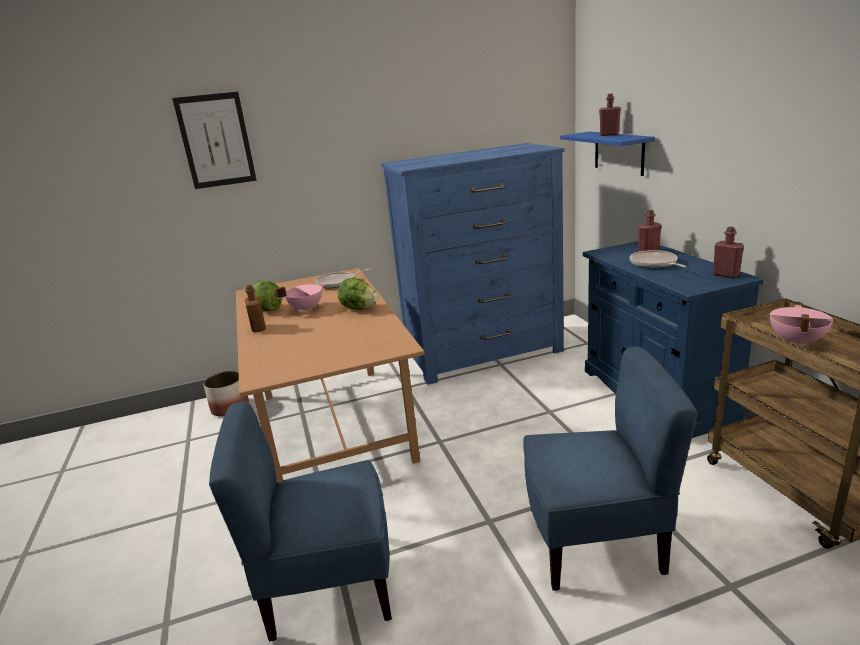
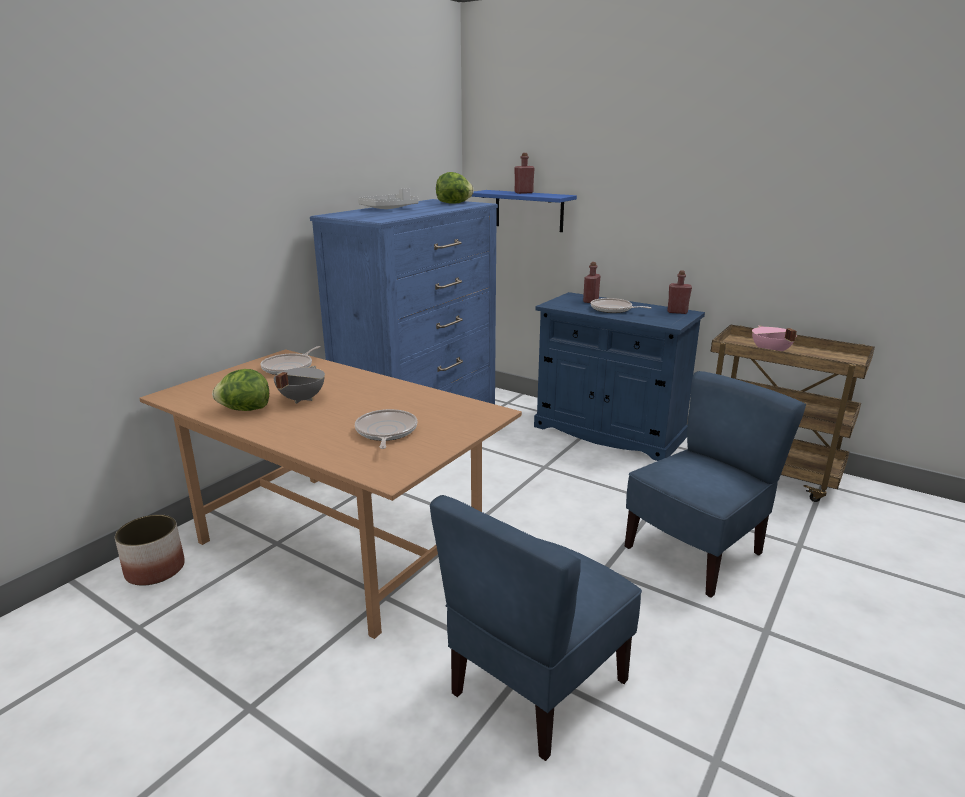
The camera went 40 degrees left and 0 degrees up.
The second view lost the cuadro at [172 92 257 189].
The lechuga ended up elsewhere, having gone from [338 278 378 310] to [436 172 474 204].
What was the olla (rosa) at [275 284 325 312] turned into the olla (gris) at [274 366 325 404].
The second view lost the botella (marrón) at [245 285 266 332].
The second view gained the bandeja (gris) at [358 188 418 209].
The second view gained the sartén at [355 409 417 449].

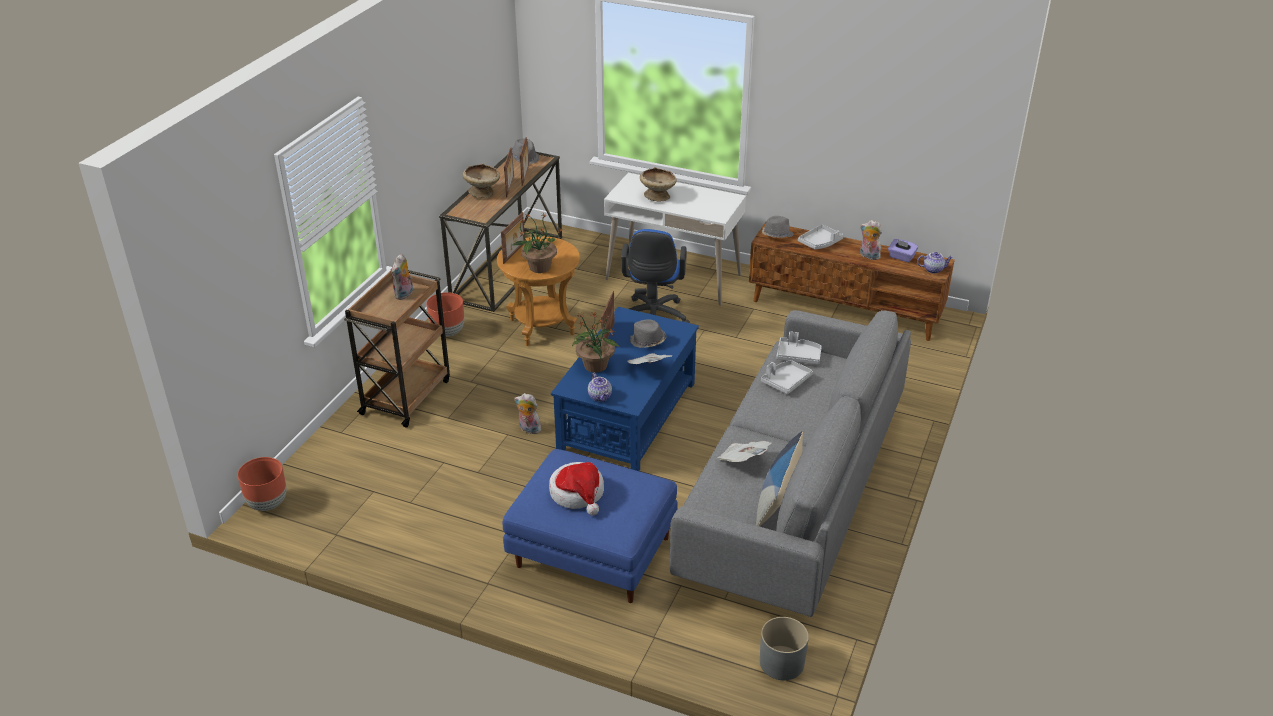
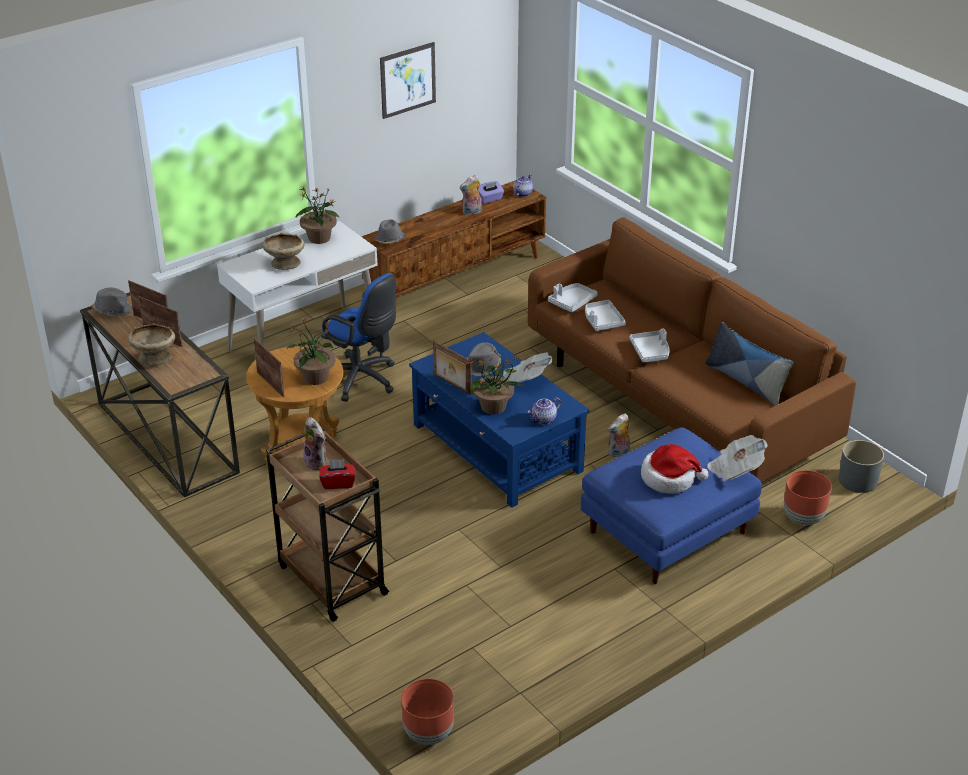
The camera went 60 degrees left and 0 degrees up.
The bandeja (gris) ended up elsewhere, having gone from [798 224 844 249] to [630 329 670 363].
The maceta (marrón) ended up elsewhere, having gone from [426 292 464 337] to [784 470 832 525].
What was the sofá (gris) at [670 310 911 617] turned into the sofá (marrón) at [528 217 856 483].
The tetera at [588 373 612 402] ended up facing another way, 135 degrees clockwise from before.
The peluche ended up elsewhere, having gone from [514 393 541 434] to [608 413 630 457].
The periódico ended up elsewhere, having gone from [717 441 772 462] to [707 435 768 482].
The second view gained the cuadro at [380 42 436 119].
The second view gained the planta en maceta at [296 186 340 244].
The second view gained the caja de pañuelos (rojo) at [319 459 355 489].

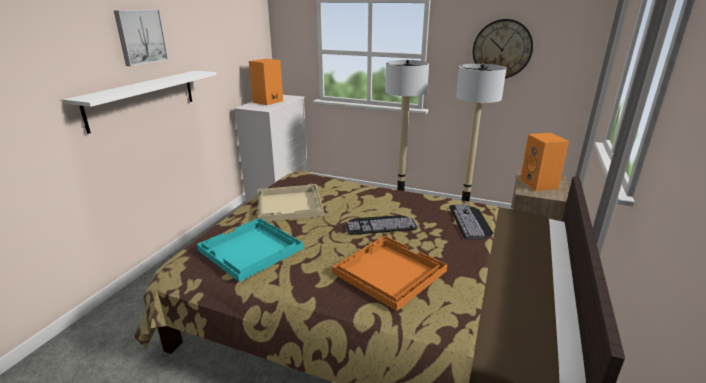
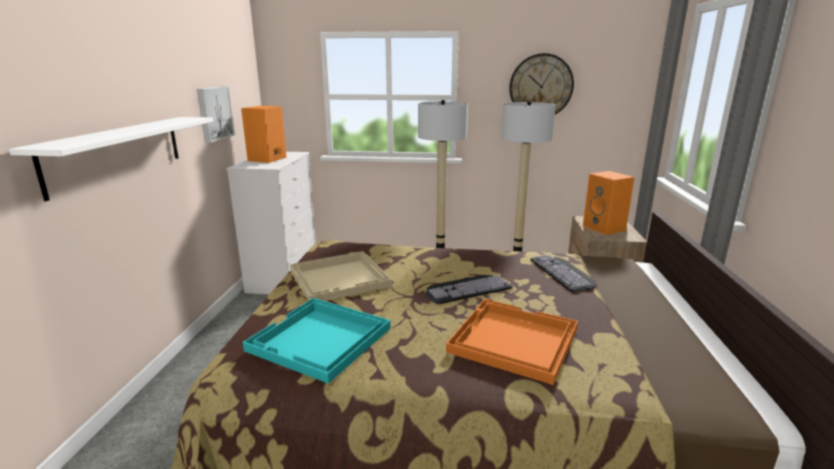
The camera went 15 degrees left and 5 degrees down.
The cuadro ended up elsewhere, having gone from [114 9 168 66] to [197 86 235 143].

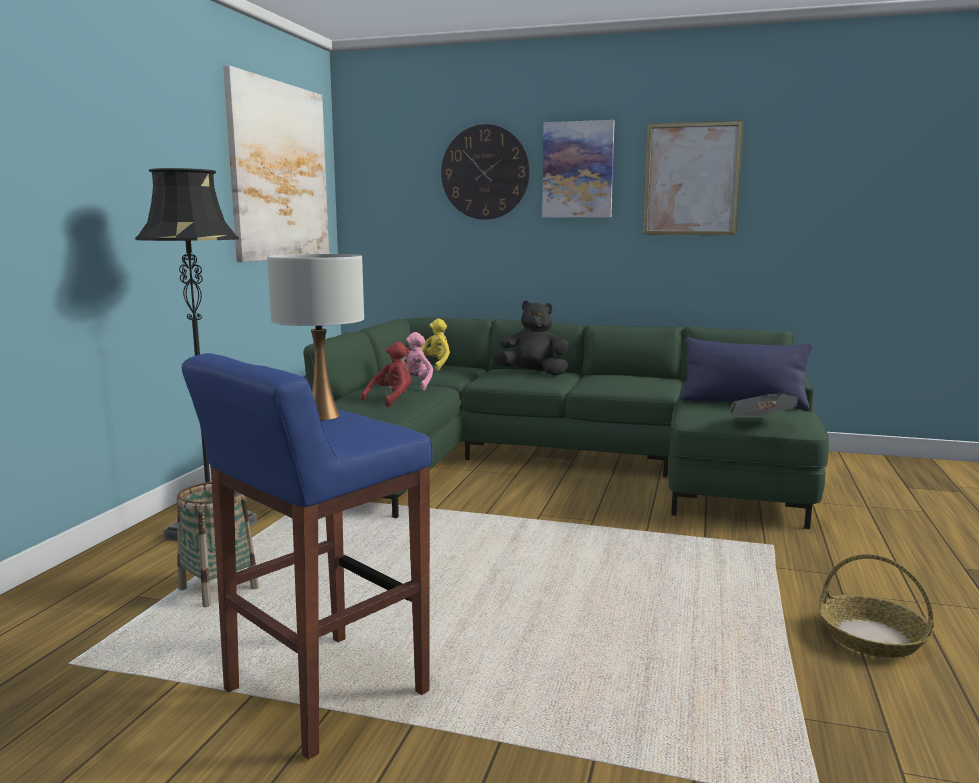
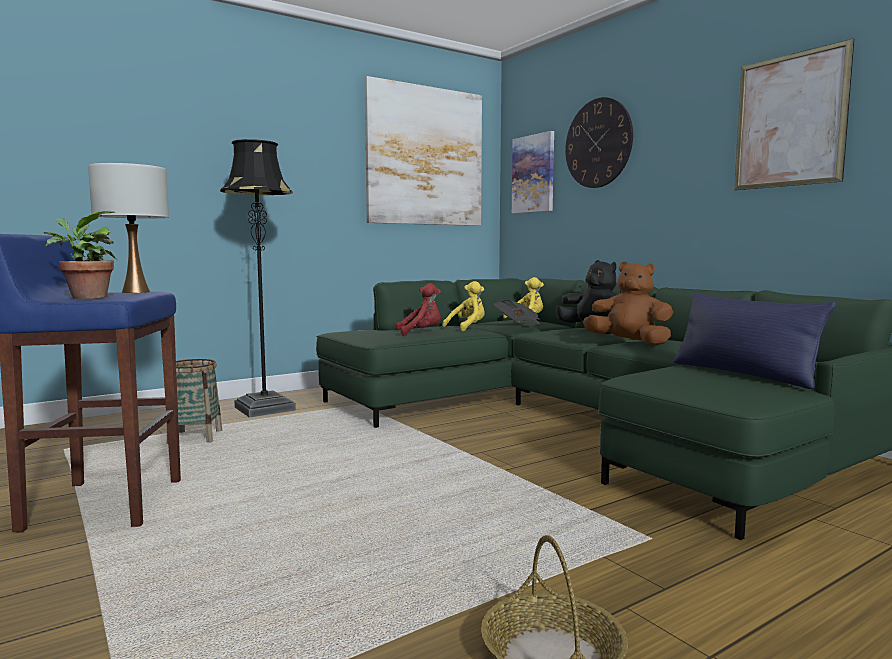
The camera went 40 degrees right and 5 degrees down.
The cuadro ended up elsewhere, having gone from [542 120 615 218] to [512 131 554 214].
What was the peluche (rosa) at [389 332 433 391] turned into the peluche (amarillo) at [442 281 485 331].
The periódico ended up elsewhere, having gone from [730 393 798 416] to [493 300 540 324].
The second view gained the planta en maceta at [44 211 117 299].
The second view gained the peluche (marrón) at [583 261 673 345].

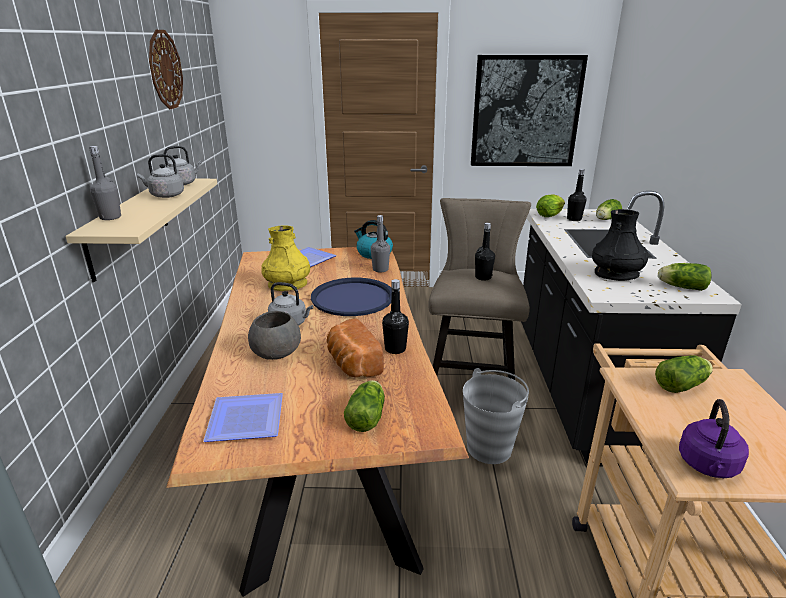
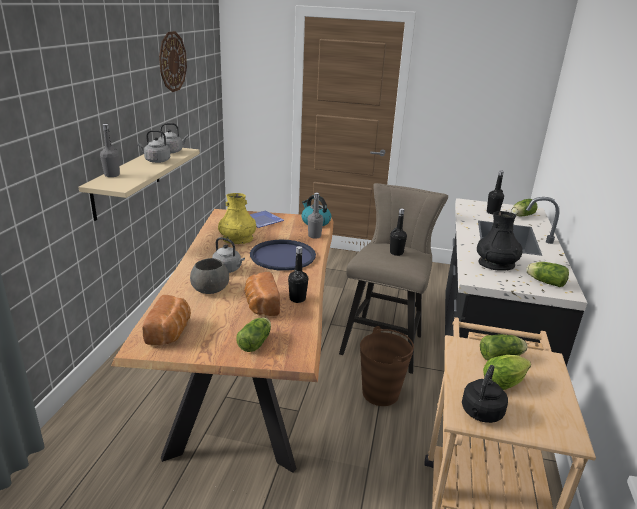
The camera went 10 degrees right and 0 degrees up.
The second view lost the cuadro at [471 55 588 166].
The lechuga ended up elsewhere, having gone from [536 194 565 217] to [483 355 531 390].
What was the cubo (gris) at [463 368 529 464] turned into the cubo (marrón) at [360 326 414 406].
Where the plato stood at [203 393 283 442], the pan came to stand at [143 295 191 345].
What was the hervidor (morado) at [679 399 749 478] turned into the hervidor (negro) at [462 365 508 423].

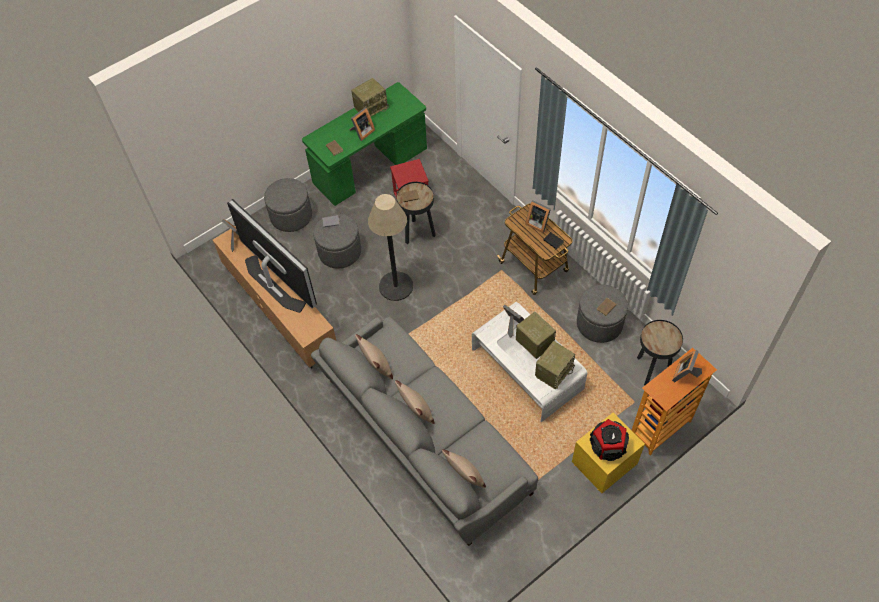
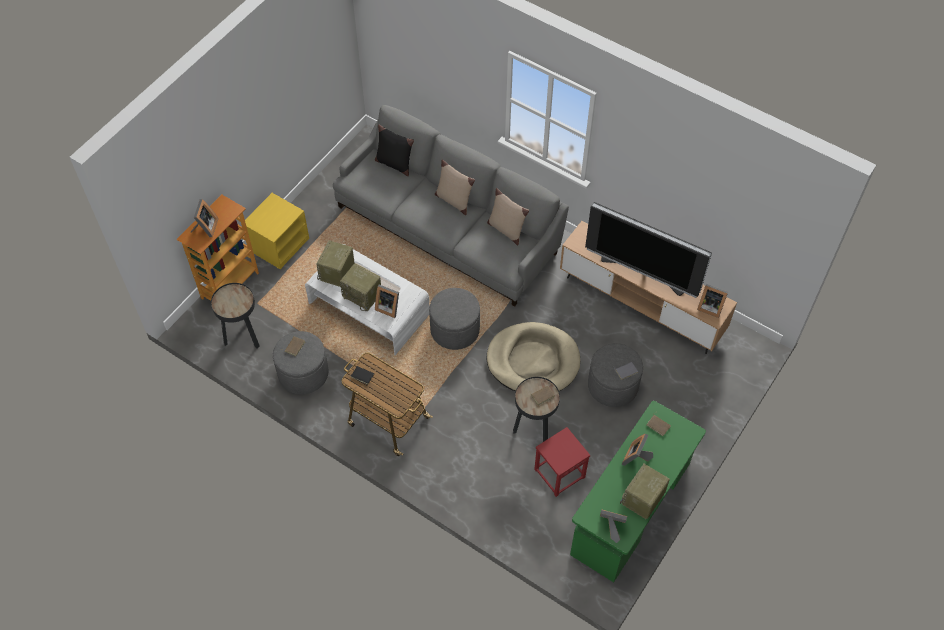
The camera went 160 degrees right and 0 degrees up.
The puf (gris) ended up elsewhere, having gone from [264 178 312 232] to [429 288 480 350].
Where the lámpara de pie stood at [368 194 413 301], the cama para perro (beis) came to stand at [487 322 580 392].
The portarretratos ended up elsewhere, having gone from [525 200 551 233] to [600 509 627 543].
The second view lost the altavoz at [590 419 629 461].
What was the cojín (beis) at [442 449 486 488] turned into the cojín (negro) at [375 125 414 176].

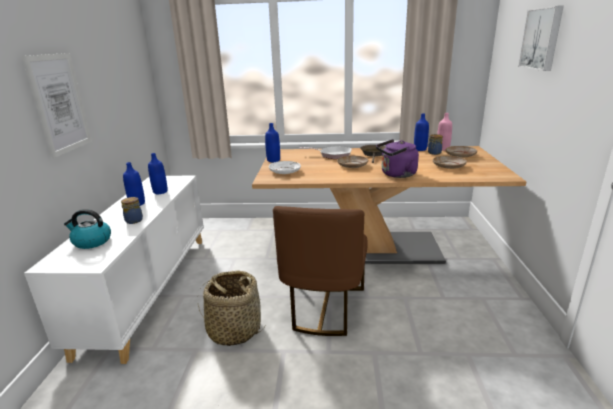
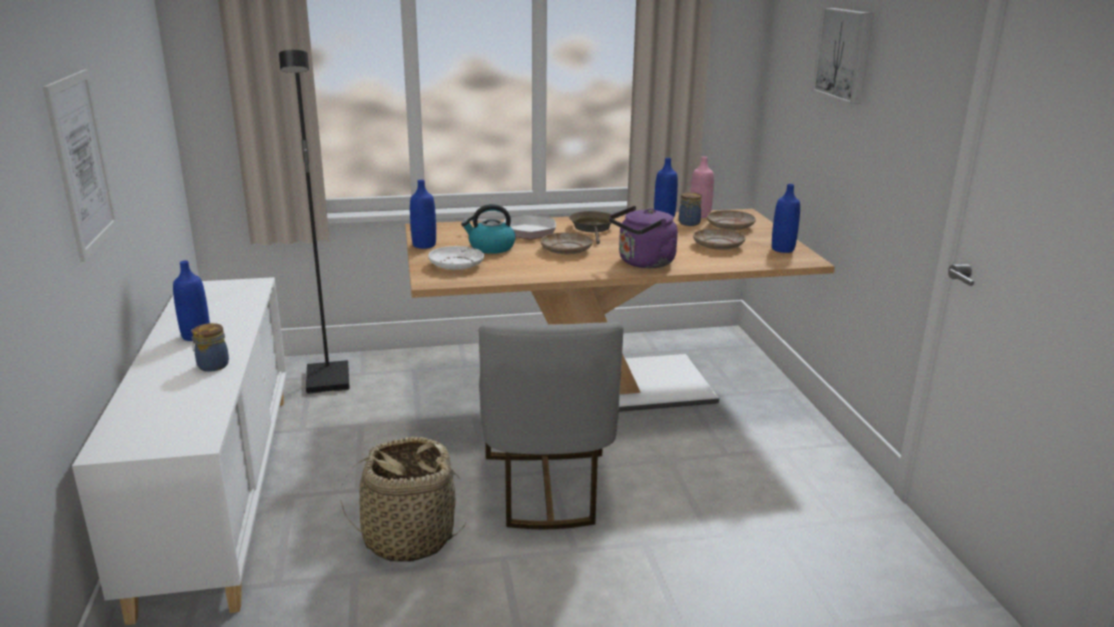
The camera went 15 degrees left and 0 degrees up.
The botella (azul) ended up elsewhere, having gone from [148 153 168 194] to [772 184 800 253].
What was the silla (marrón) at [273 206 368 336] turned into the silla (gris) at [479 322 624 529].
The hervidor ended up elsewhere, having gone from [64 209 111 249] to [461 204 515 254].
The second view gained the lámpara de pie (negro) at [279 50 350 394].

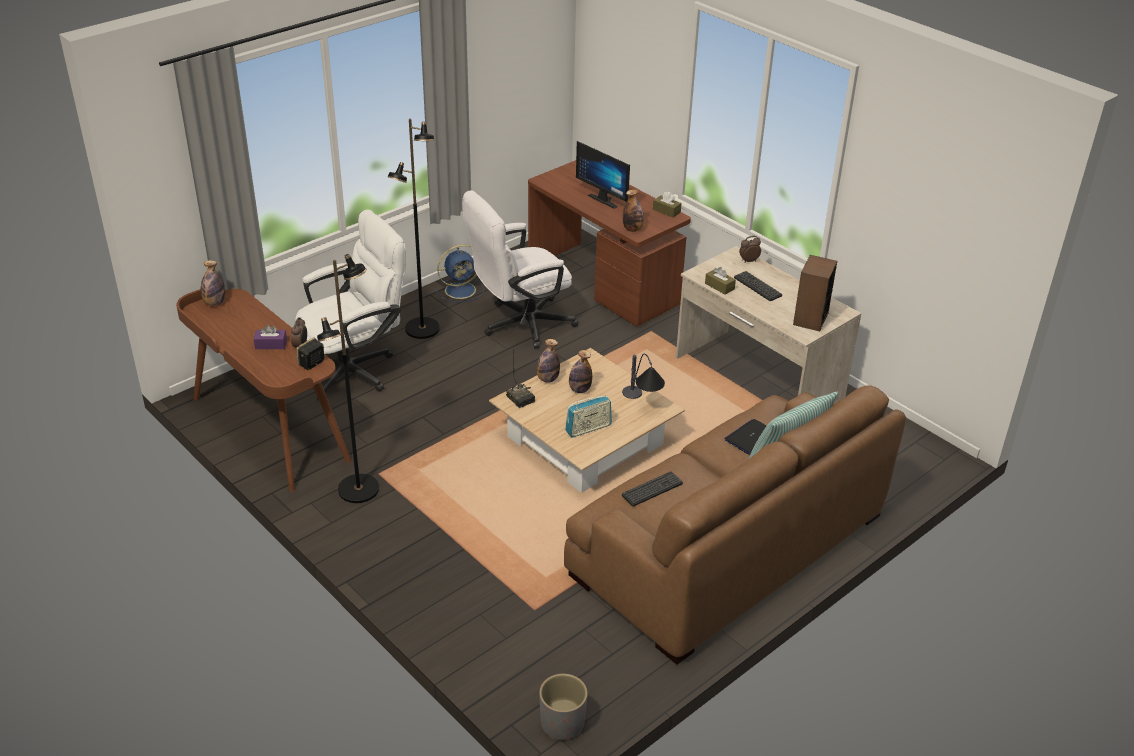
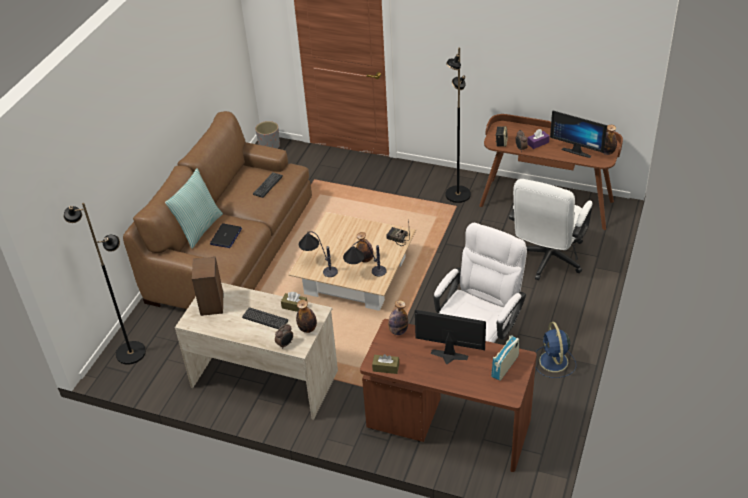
The camera went 155 degrees right and 5 degrees up.
The lámpara de pie (negro) ended up elsewhere, having gone from [387 119 440 339] to [64 203 146 365].
The ventilador (azul) at [435 244 484 303] ended up facing another way, 45 degrees counterclockwise from before.
The botella ended up elsewhere, having gone from [537 339 560 383] to [296 300 317 333].
The radio ended up elsewhere, having gone from [565 395 612 437] to [491 336 519 381].
The second view gained the monitor at [550 110 607 158].
The second view gained the lámpara de mesa at [343 240 387 276].

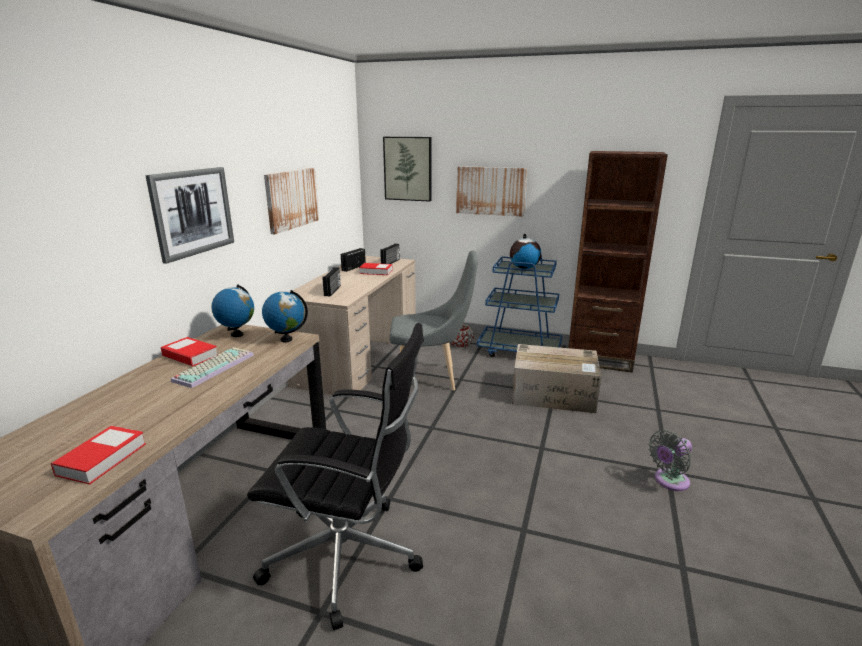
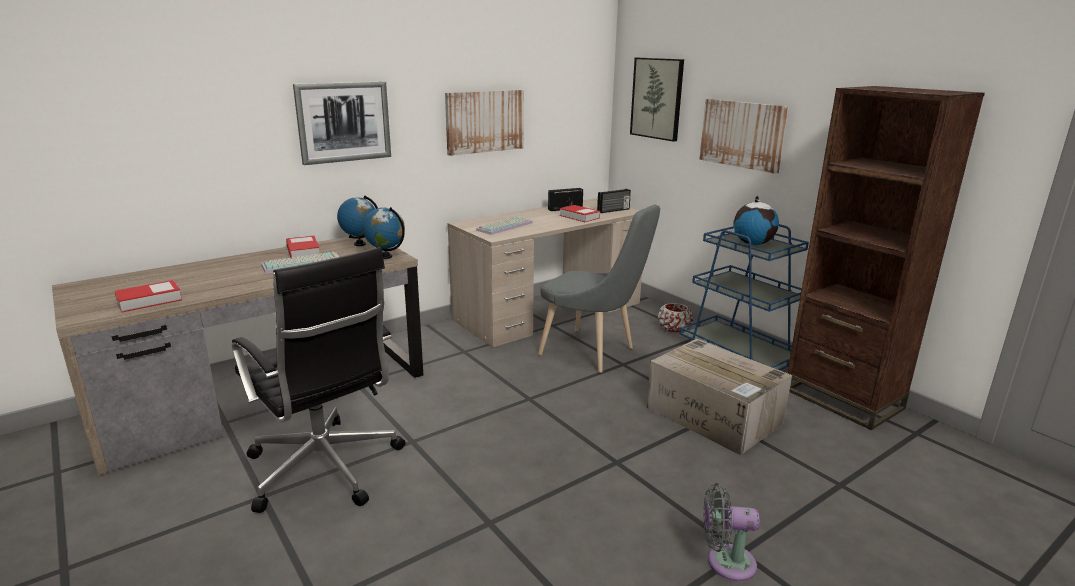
The camera went 35 degrees right and 0 degrees up.
Where the radio stood at [322 267 341 296], the teclado came to stand at [476 216 533 235].

